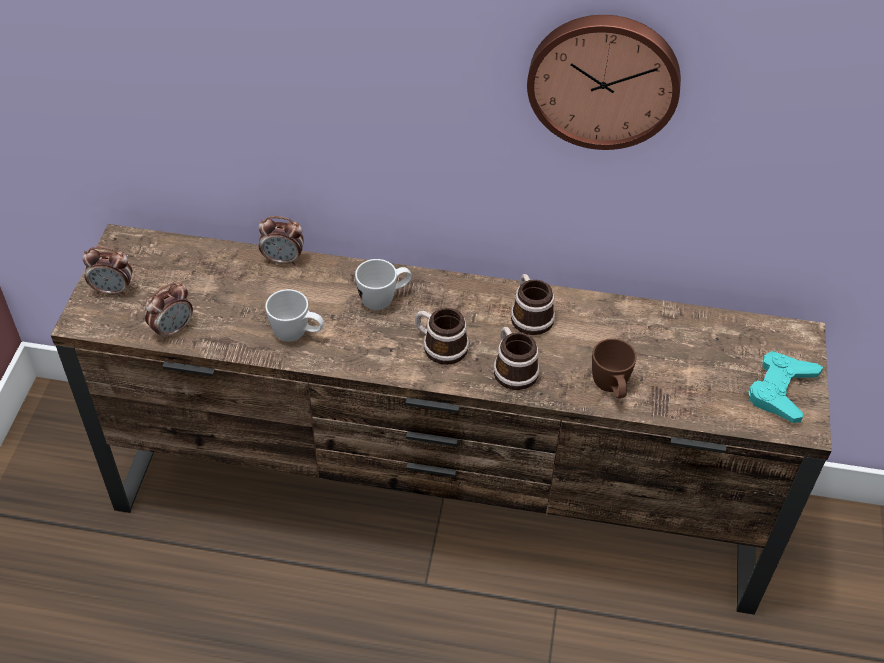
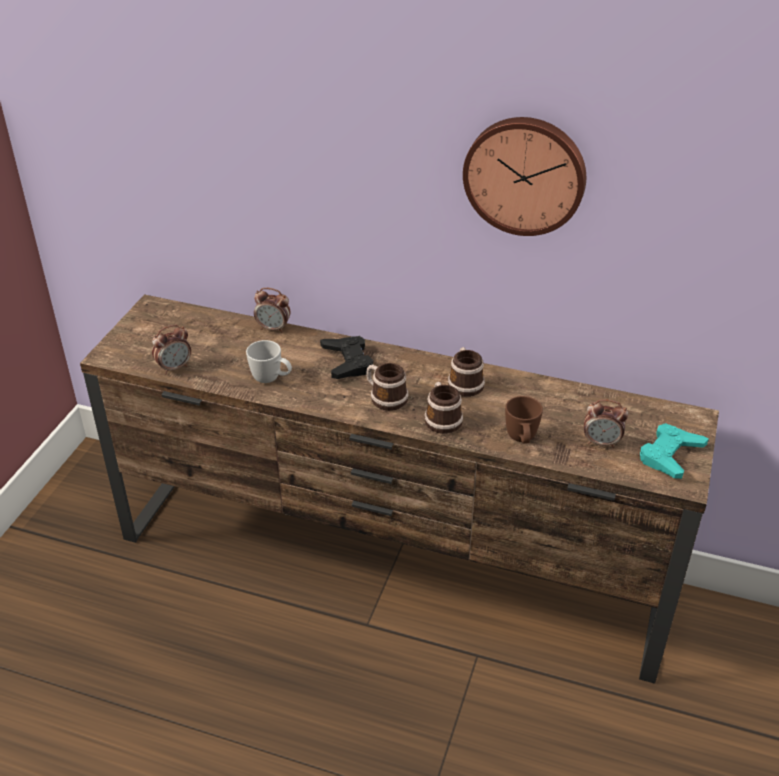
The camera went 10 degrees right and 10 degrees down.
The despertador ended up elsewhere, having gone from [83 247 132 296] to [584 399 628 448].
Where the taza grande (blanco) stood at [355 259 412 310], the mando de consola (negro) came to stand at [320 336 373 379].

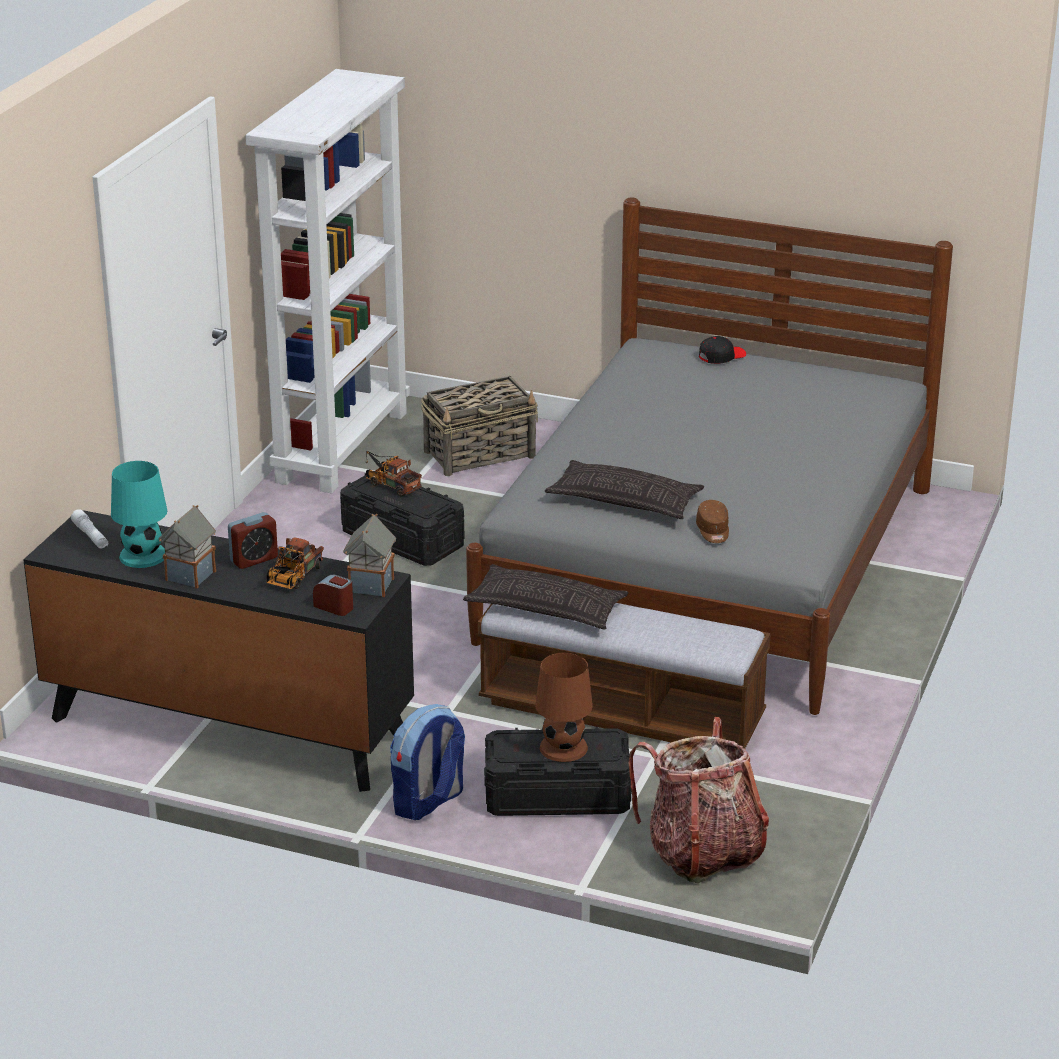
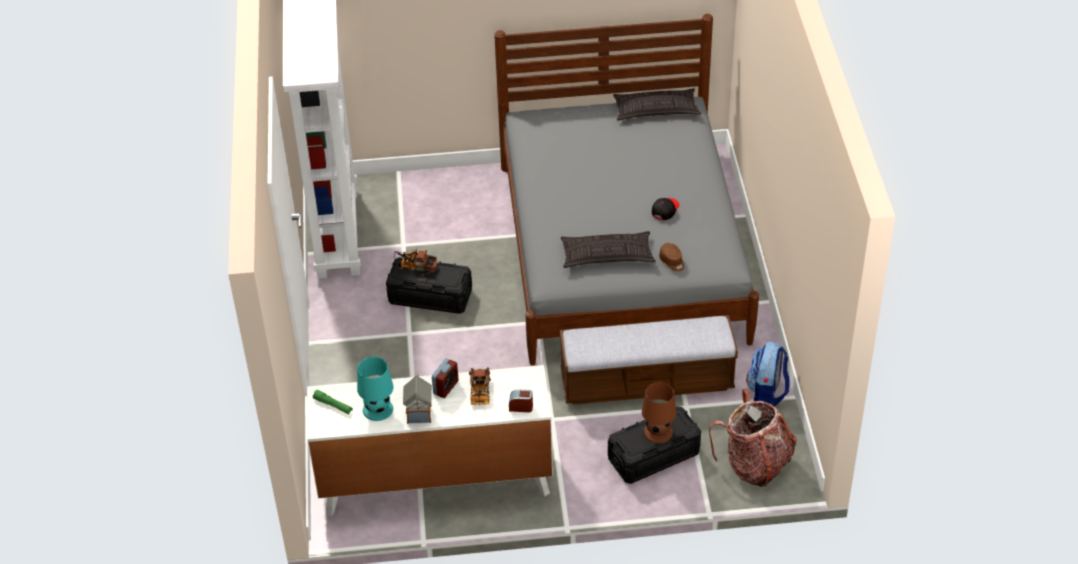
The camera went 25 degrees left and 15 degrees up.
The gorra (negro) ended up elsewhere, having gone from [699 336 746 364] to [652 198 679 220].
The second view lost the cesta at [421 376 538 476].
What was the linterna (blanco) at [71 509 108 548] turned into the linterna (verde) at [313 390 353 414].
What was the cómoda (negro) at [23 510 414 792] turned into the cómoda (blanco) at [307 365 553 517].
The second view lost the casita at [343 514 396 597].
The cojín ended up elsewhere, having gone from [463 564 629 629] to [613 88 701 121].
The mochila ended up elsewhere, having gone from [390 704 465 820] to [746 341 790 407].

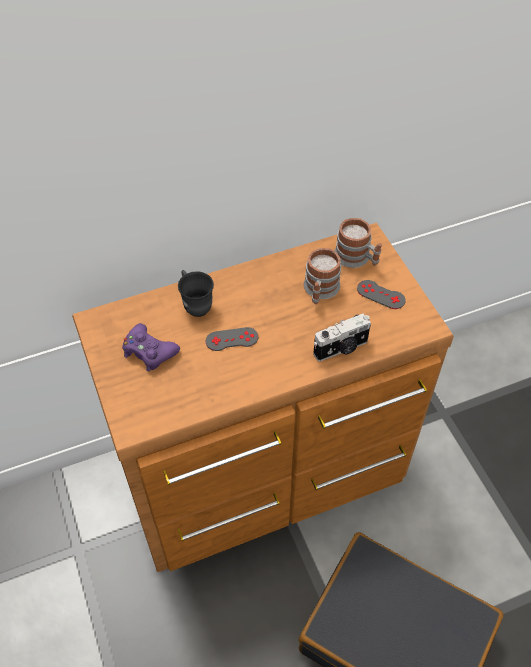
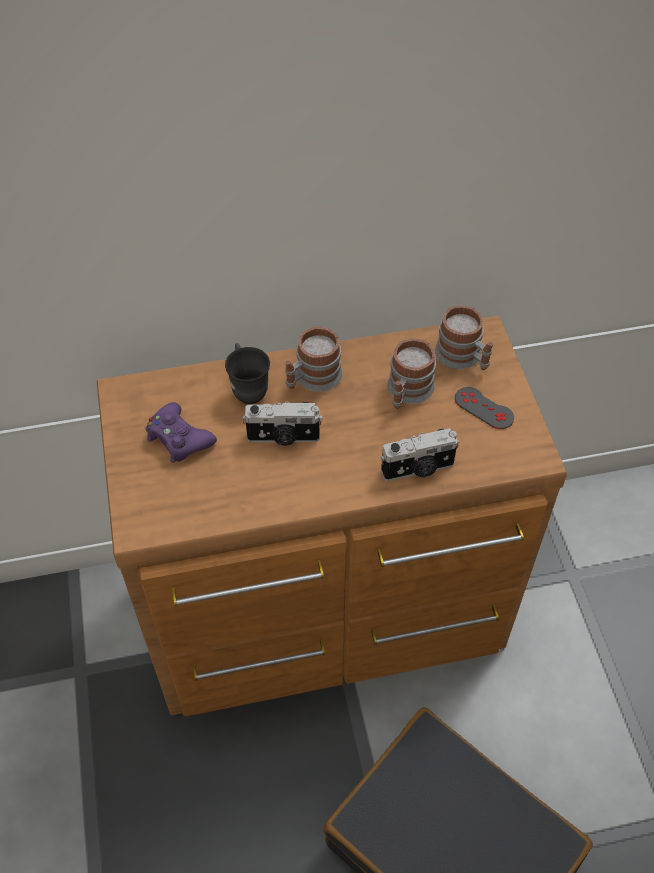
The camera went 10 degrees right and 0 degrees up.
Where the mando de consola (gris) stood at [206 327 258 351], the cámara came to stand at [243 402 323 445].
The second view gained the taza grande at [285 326 342 392].

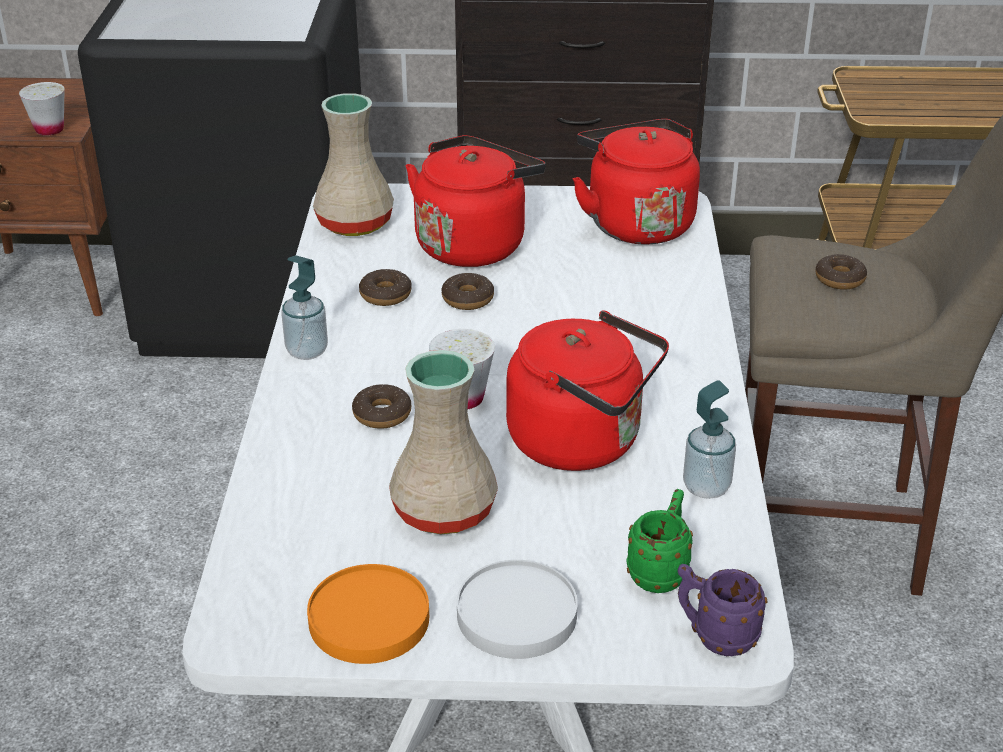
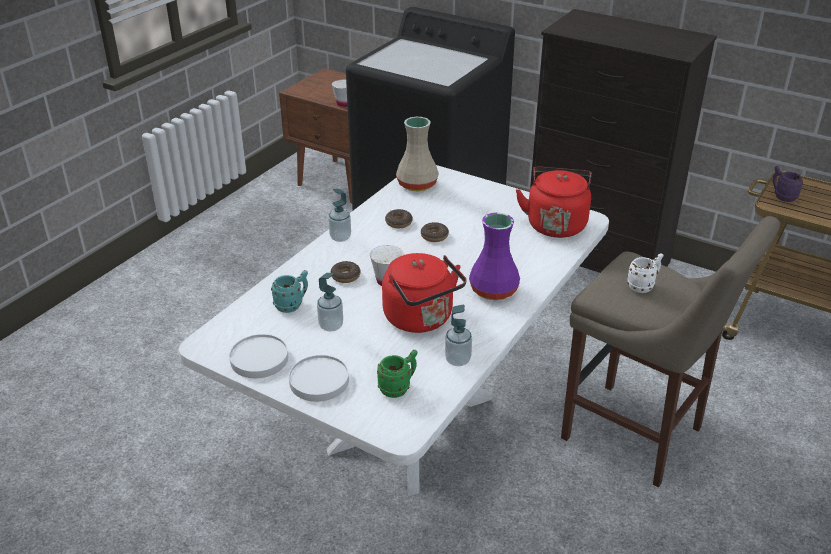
The camera went 30 degrees right and 0 degrees up.
The second view lost the hervidor (rojo) at [406 135 545 267].
Where the rosquilla stood at [815 254 867 290], the taza grande (blanco) came to stand at [627 253 663 293].
Where the florero (beis) stood at [389 350 498 534], the dispensador de jabón came to stand at [317 273 343 331].
What was the plato (naranja) at [307 564 429 664] turned into the plato (blanco) at [229 334 288 378].
The taza grande (morado) ended up elsewhere, having gone from [678 564 768 656] to [773 166 803 202].
The second view gained the florero (morado) at [469 213 520 300].
The second view gained the taza grande (turquesa) at [271 270 308 313].

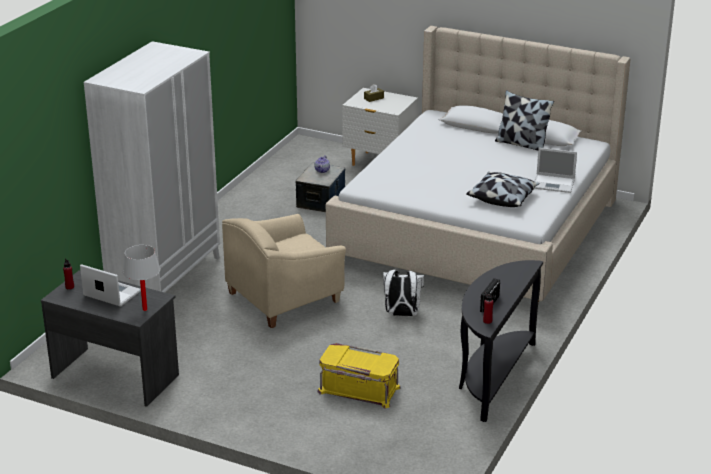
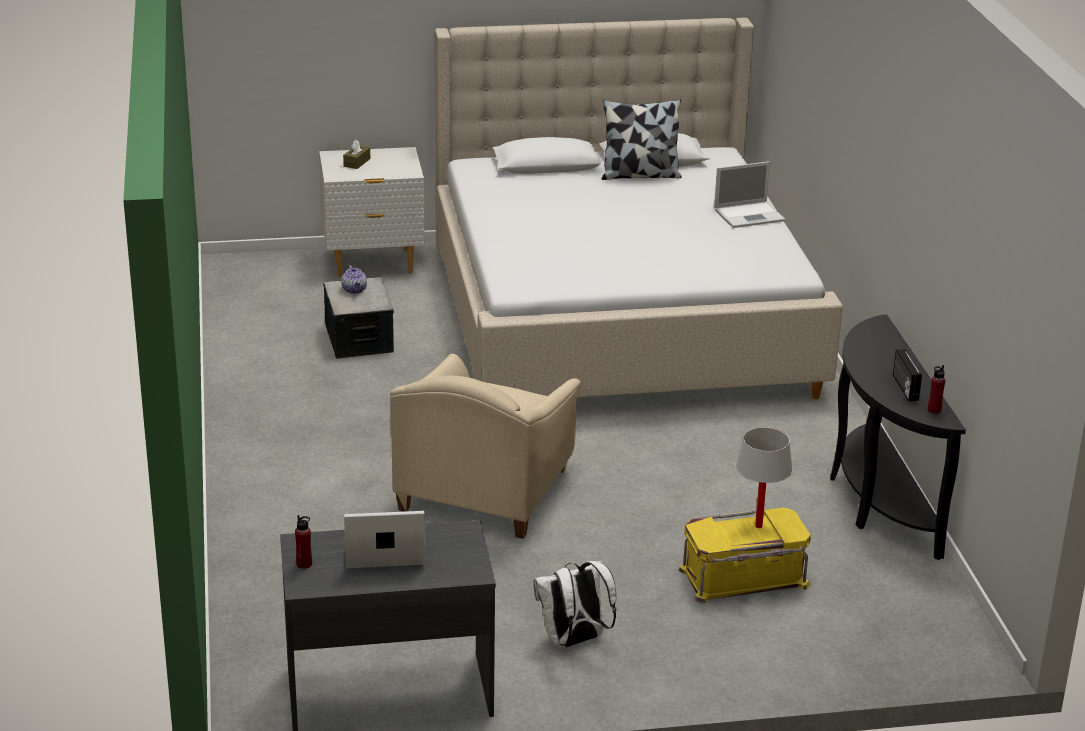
The camera went 35 degrees left and 0 degrees up.
The second view lost the armario ropero (blanco) at [83 41 220 292].
The second view lost the cojín at [466 172 540 207].
The lámpara de mesa (blanco) ended up elsewhere, having gone from [123 245 160 311] to [735 427 793 528].
The mochila (blanco) ended up elsewhere, having gone from [383 270 424 316] to [533 561 616 648].

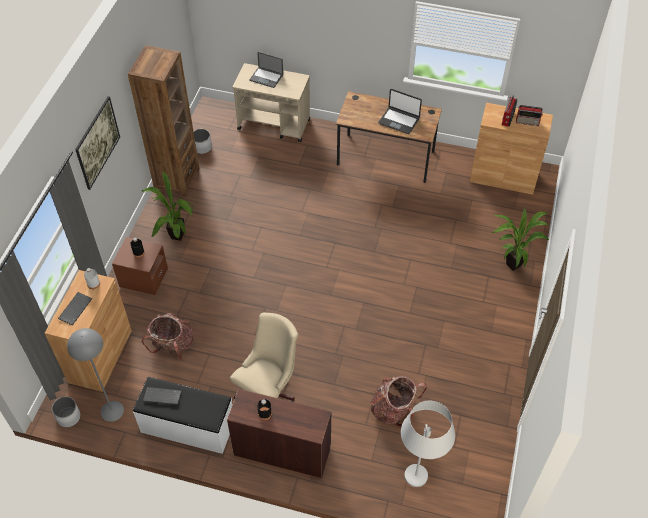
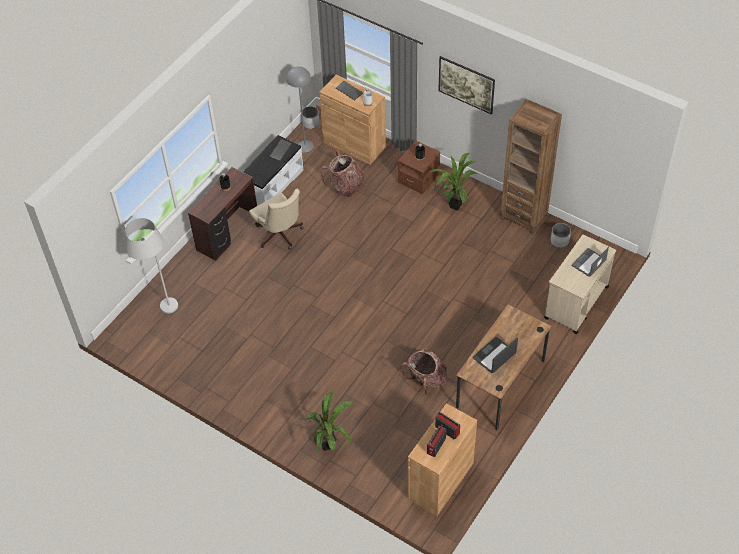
The camera went 110 degrees right and 0 degrees up.
The mochila ended up elsewhere, having gone from [370 376 427 427] to [400 349 447 396].

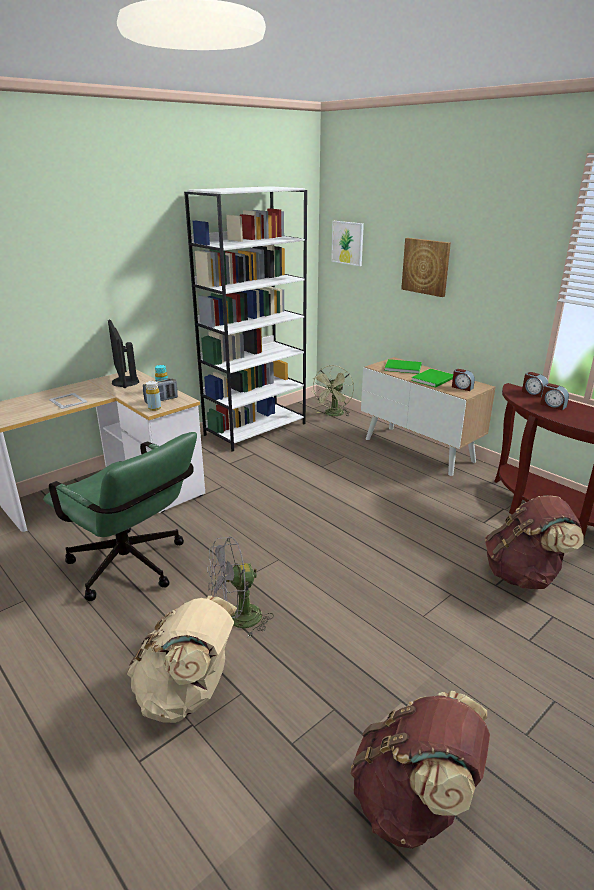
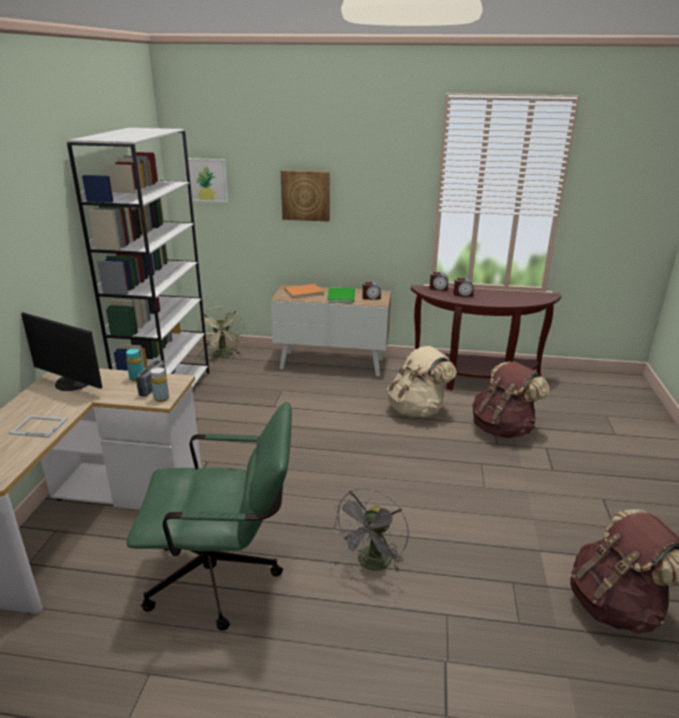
The camera went 40 degrees left and 0 degrees up.
What was the libro (verde) at [384 359 422 374] turned into the libro (naranja) at [284 284 324 299].
The mochila (beis) ended up elsewhere, having gone from [127 596 237 723] to [387 346 457 417].

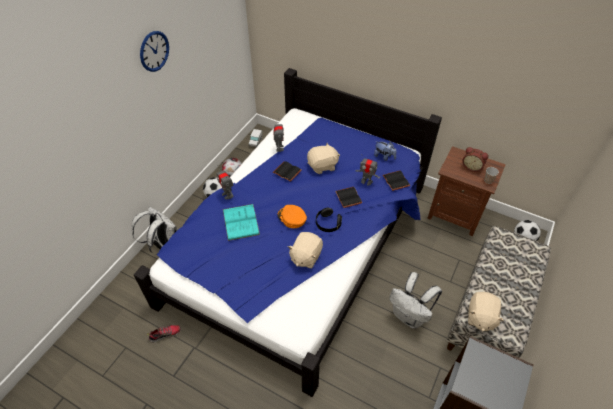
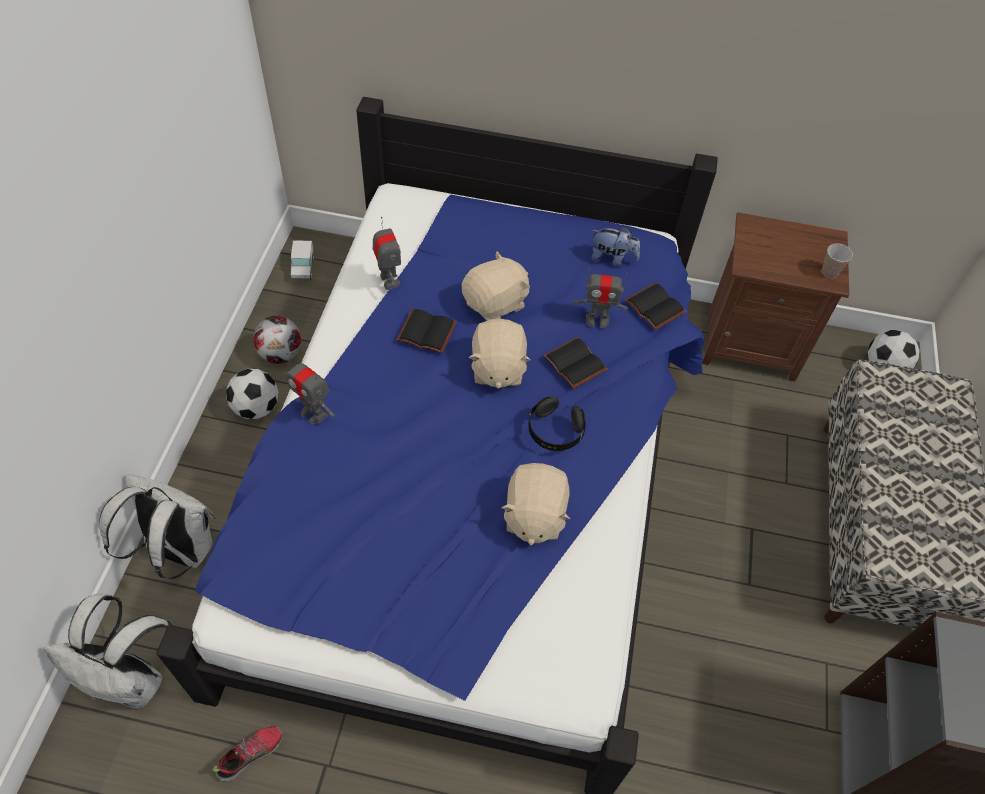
The camera went 20 degrees left and 5 degrees up.
The second view lost the reloj de pared at [140 31 169 72].
The second view lost the despertador at [462 147 489 172].
The second view lost the libro (turquesa) at [223 204 260 241].
The second view lost the gorra (naranja) at [277 205 307 228].
The mochila (blanco) ended up elsewhere, having gone from [389 272 442 329] to [44 594 172 709].
The peluche (beis) ended up elsewhere, having gone from [468 292 504 332] to [469 319 531 389].

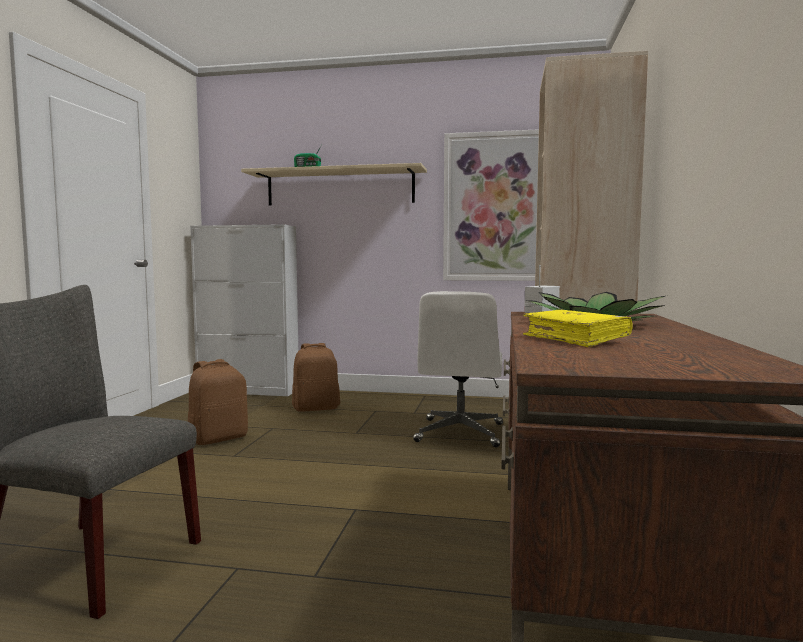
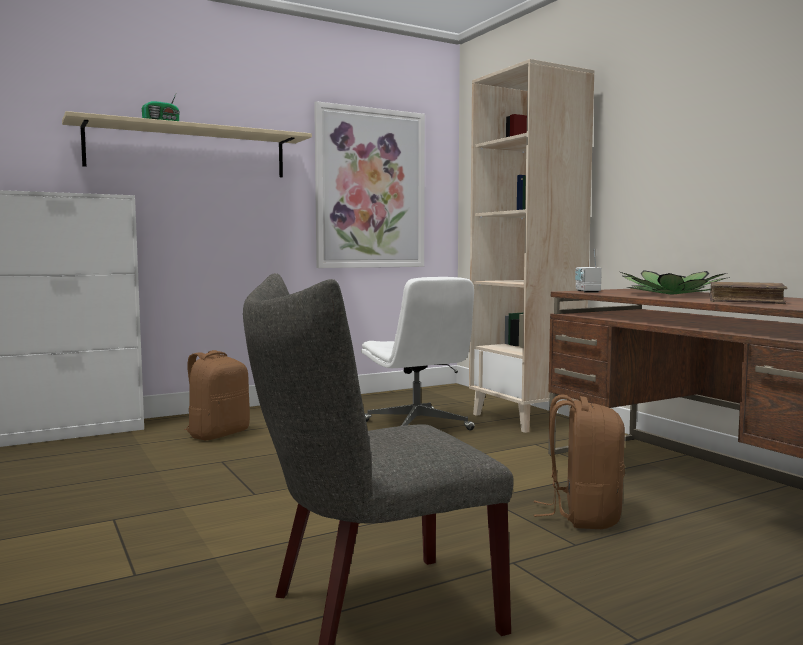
The camera went 40 degrees left and 0 degrees up.
What was the libro (amarillo) at [523 310 633 347] turned into the libro (marrón) at [709 282 787 304].
The mochila (marrón) ended up elsewhere, having gone from [188 359 248 445] to [533 395 625 529].

